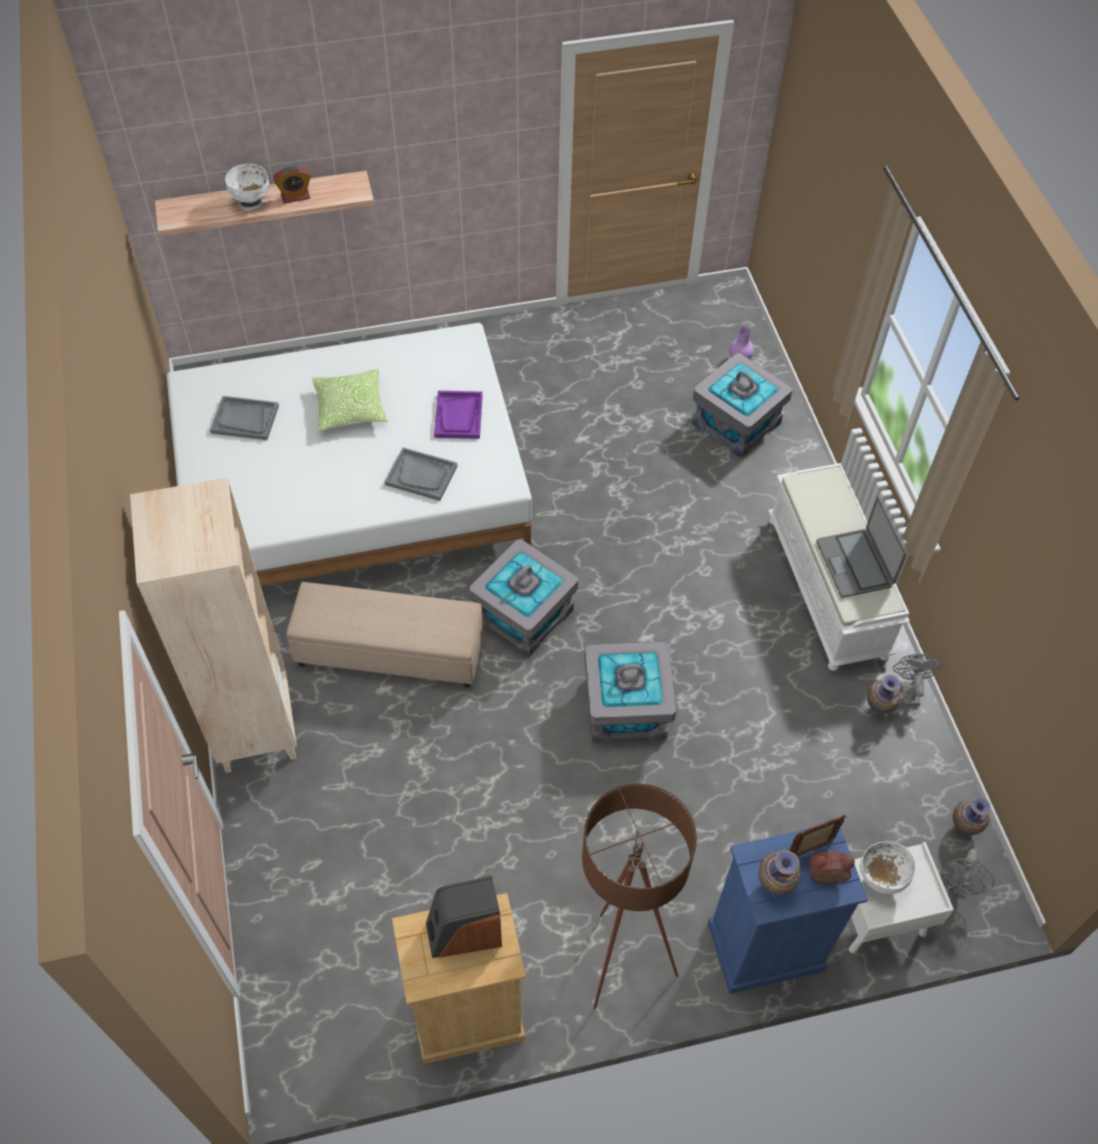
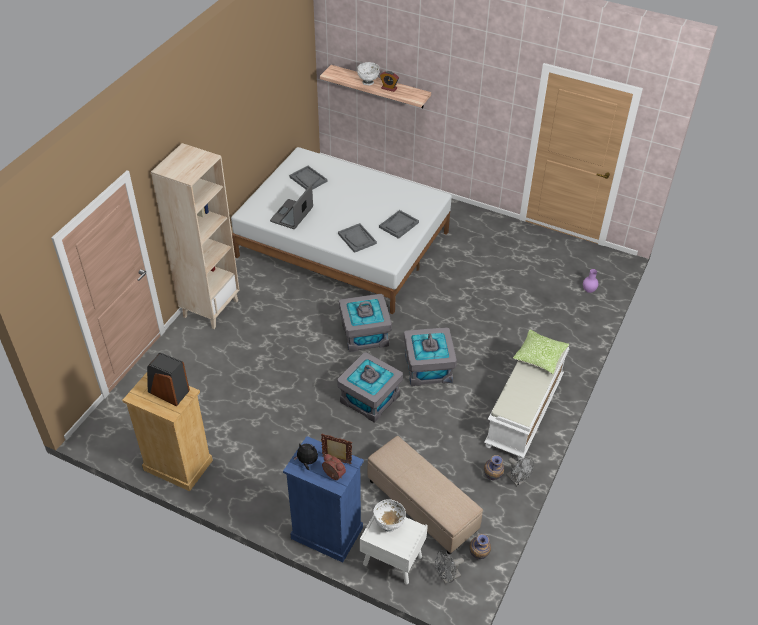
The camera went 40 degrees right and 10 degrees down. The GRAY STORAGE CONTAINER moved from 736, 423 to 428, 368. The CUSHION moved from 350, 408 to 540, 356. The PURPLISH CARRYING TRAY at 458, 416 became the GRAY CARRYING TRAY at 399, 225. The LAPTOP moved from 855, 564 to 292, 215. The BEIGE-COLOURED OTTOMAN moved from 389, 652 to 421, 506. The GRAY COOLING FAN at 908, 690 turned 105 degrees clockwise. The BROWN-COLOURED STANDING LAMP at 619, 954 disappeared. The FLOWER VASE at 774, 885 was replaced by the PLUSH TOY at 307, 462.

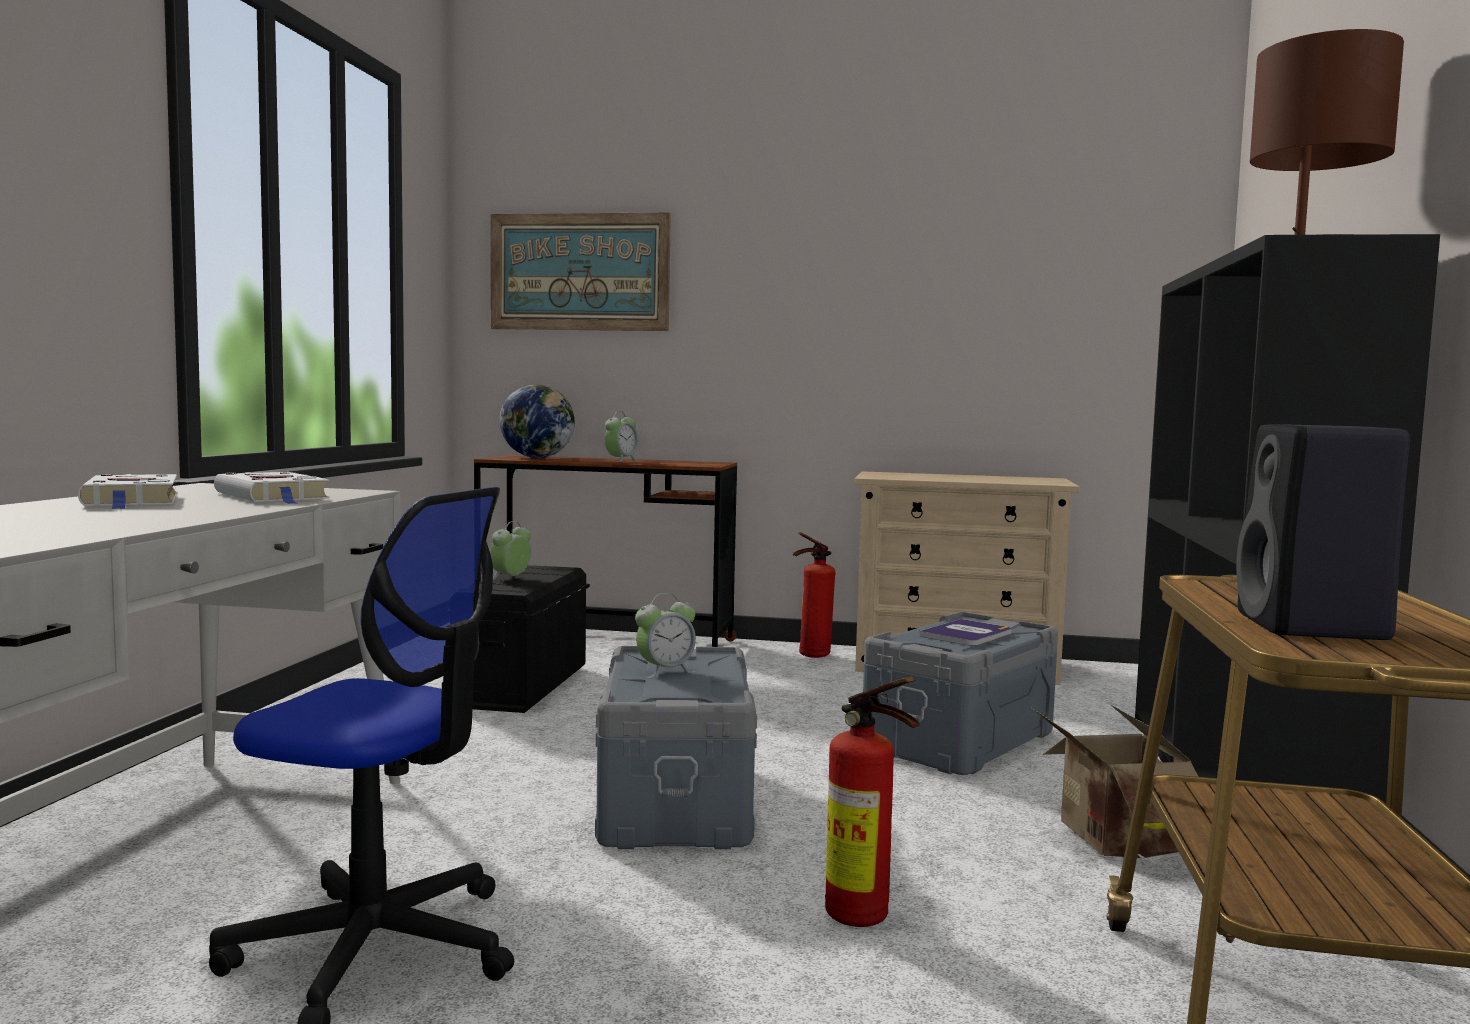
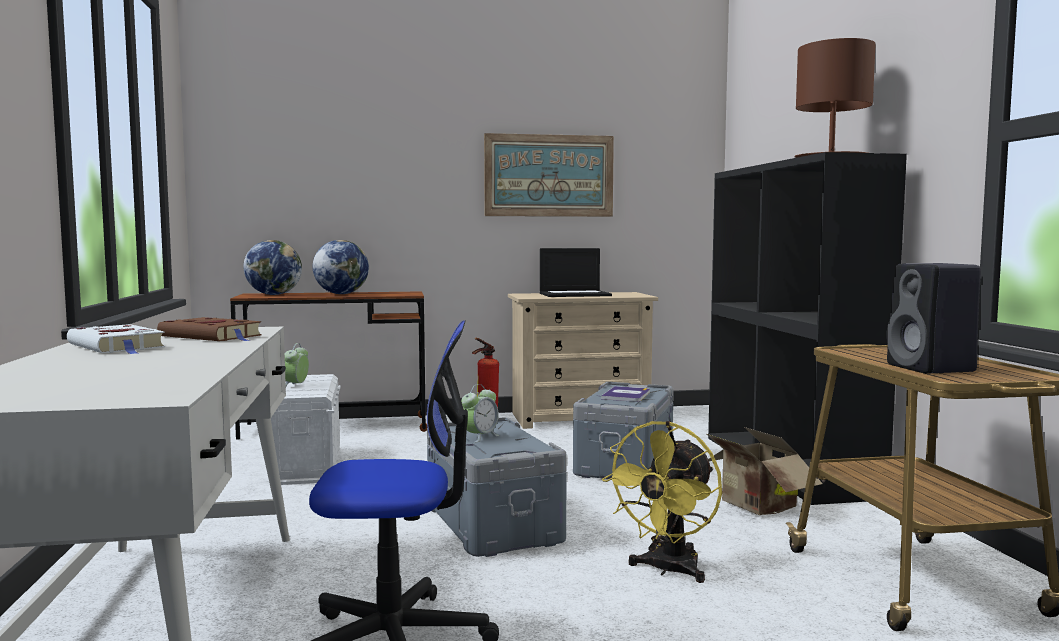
The camera went 20 degrees left and 0 degrees up. The WALL ART moved from 579, 272 to 549, 175. The TABLE CLOCK at 621, 460 was replaced by the WORLD GLOBE at 341, 294. The WHITE BOUND BOOK at 273, 496 became the BROWN-COLOURED BOUND BOOK at 213, 336. The BLACK STORAGE CONTAINER at 521, 687 became the WHITE STORAGE CONTAINER at 306, 465. The FIRE EXTINGUISHER at 865, 919 was replaced by the YELLOWISH COOLING FAN at 667, 570. The LAPTOP at 575, 294 appeared.

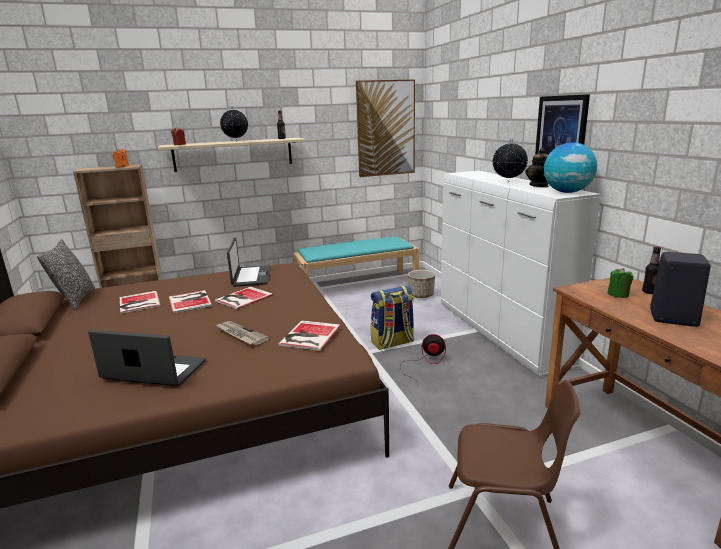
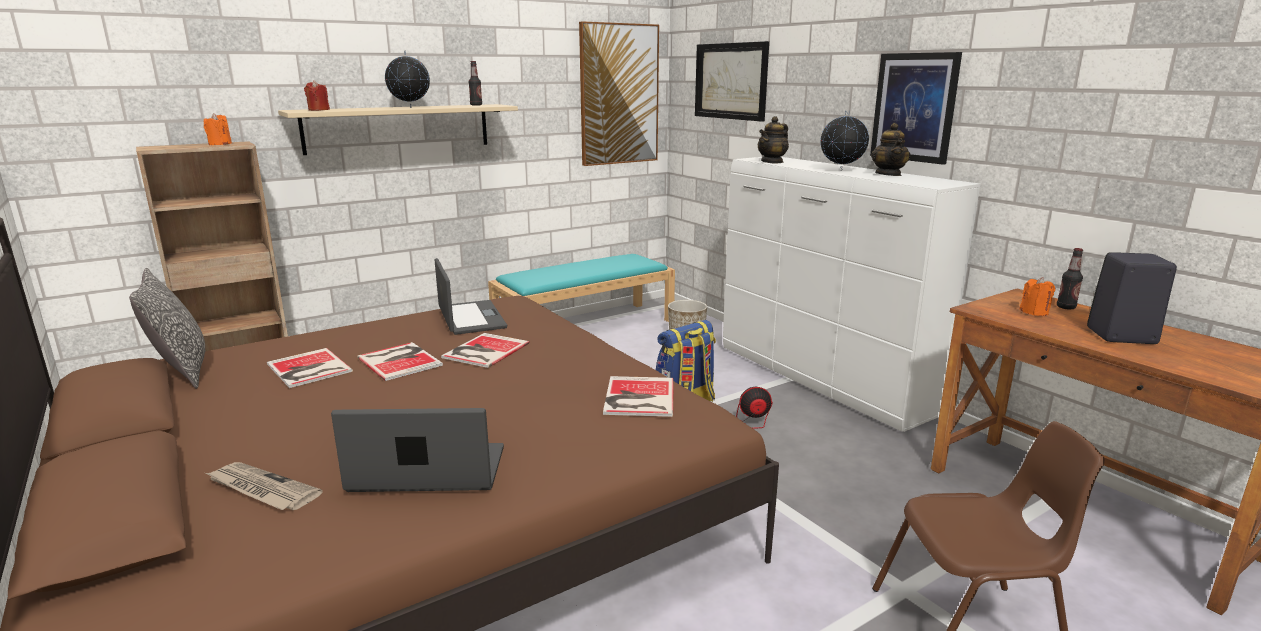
The camera went 15 degrees left and 0 degrees up. The WORLD GLOBE at 567, 192 disappeared. The GREEN-COLOURED WAX LIGHT at 618, 294 became the ORANGE-COLOURED WAX LIGHT at 1034, 312. The NEWSPAPER moved from 240, 335 to 261, 489. The WALL ART at 731, 81 appeared. The TEAPOT at 772, 162 appeared.

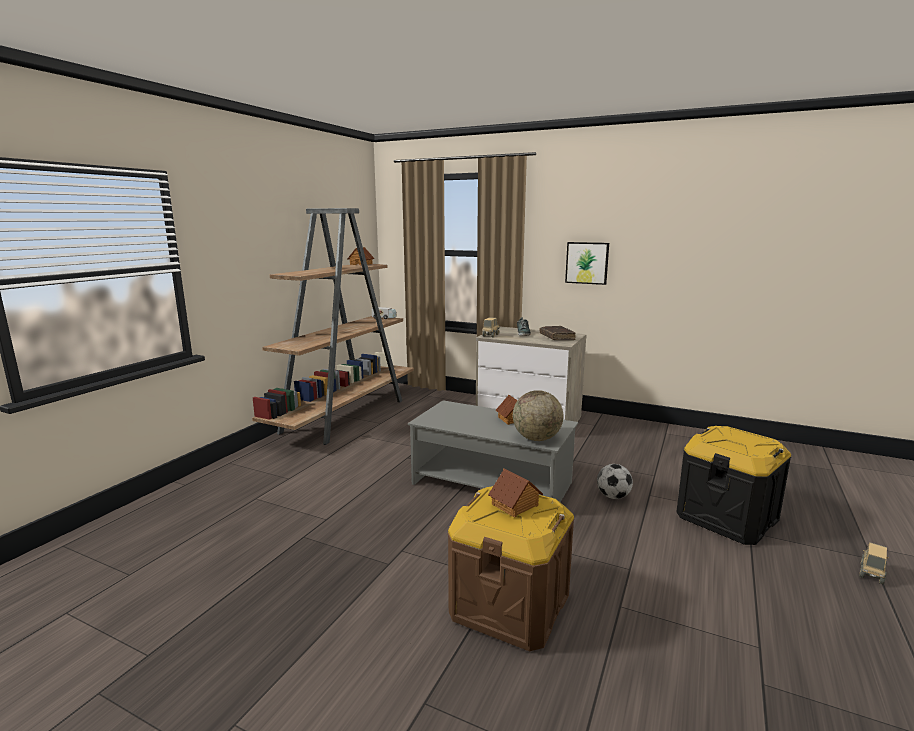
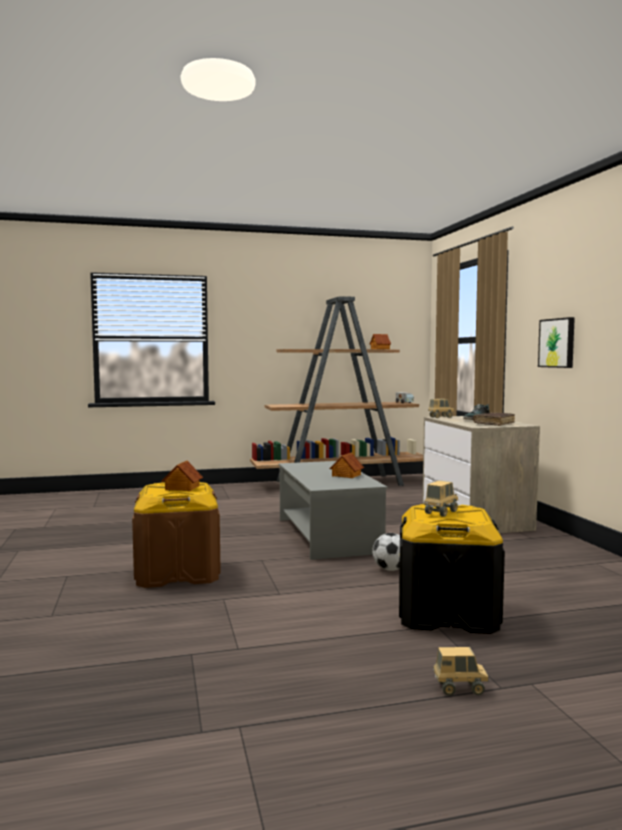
The camera went 50 degrees right and 10 degrees down. The WORLD GLOBE at 536, 438 disappeared. The MODEL TRUCK at 441, 512 appeared.

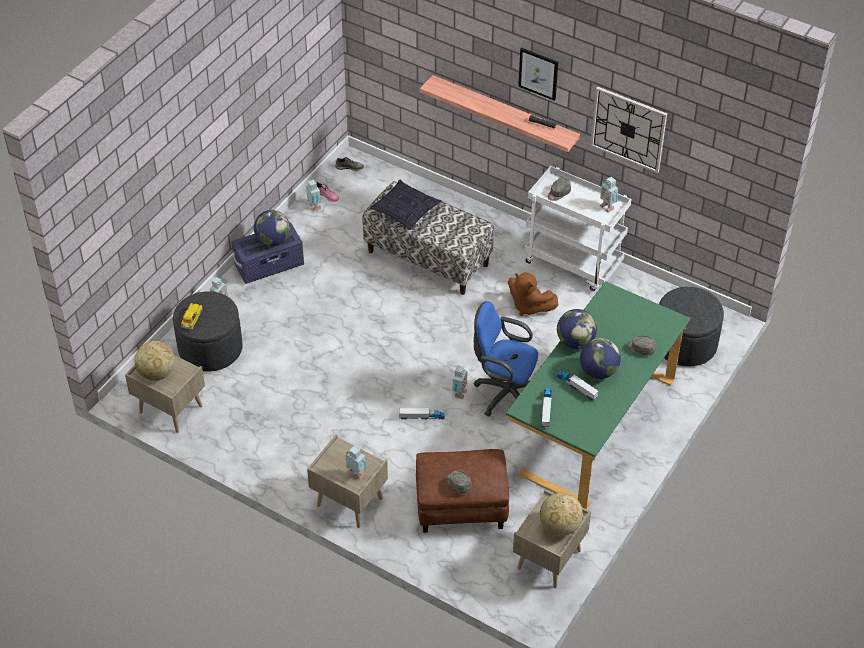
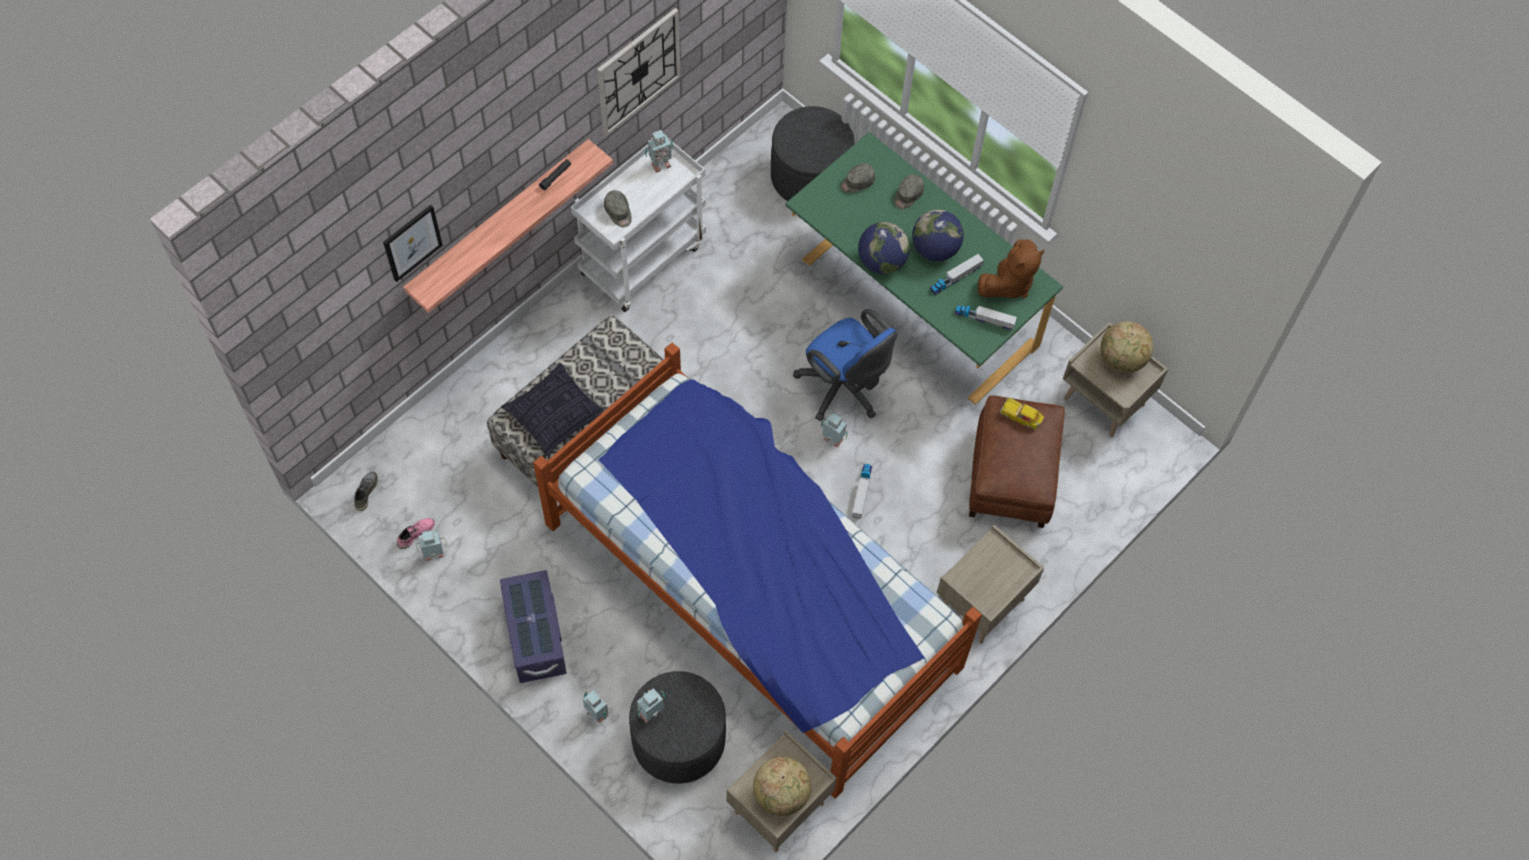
The camera went 80 degrees left and 15 degrees up. The WALL ART moved from 538, 73 to 412, 242. The WORLD GLOBE at 273, 240 disappeared. The BROWN-COLOURED PLUSH TOY moved from 529, 306 to 1009, 283. The BLUISH OFFICE CHAIR at 505, 393 turned 75 degrees counterclockwise. The MINIATURE CAR moved from 191, 319 to 1021, 416. The MODEL ROBOT moved from 356, 474 to 651, 713. The GRAY PEAKED CAP moved from 458, 484 to 857, 182. The BEDROOM BED at 752, 593 appeared.

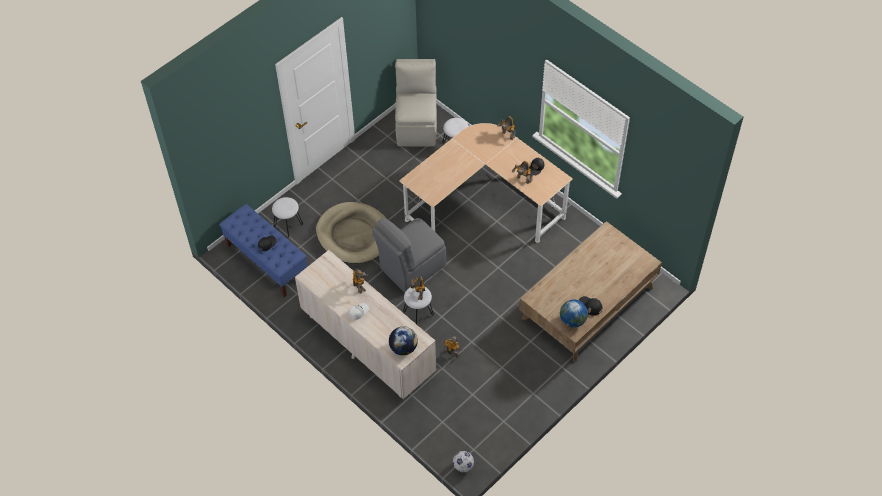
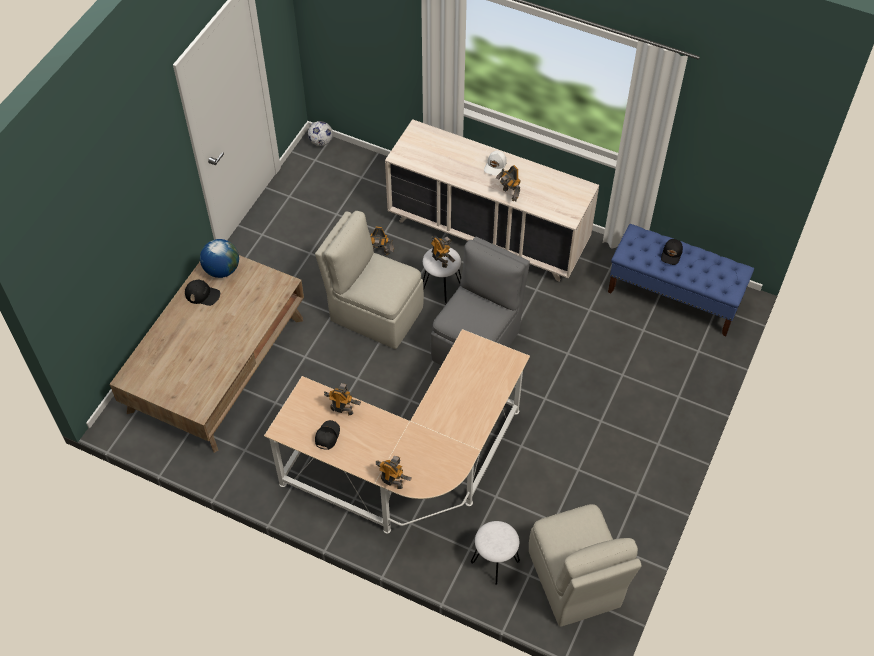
The camera went 160 degrees right and 0 degrees up. The WHITE STOOL at 288, 225 disappeared. The BEIGE-COLOURED PET BED at 354, 235 disappeared. The WORLD GLOBE at 403, 348 disappeared. The BEIGE-COLOURED PLAIN CHAIR at 374, 313 appeared.

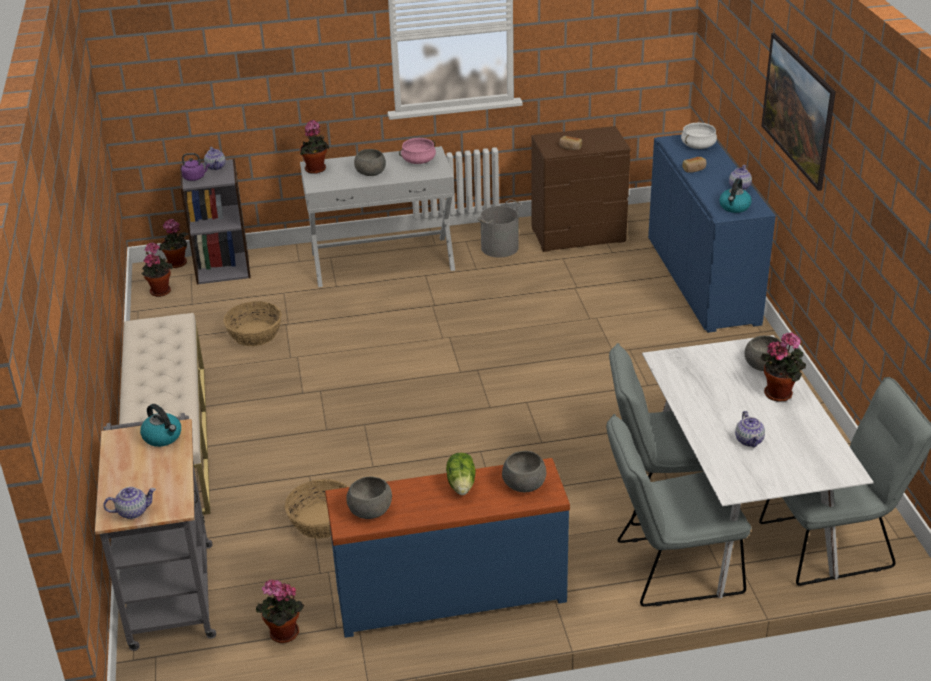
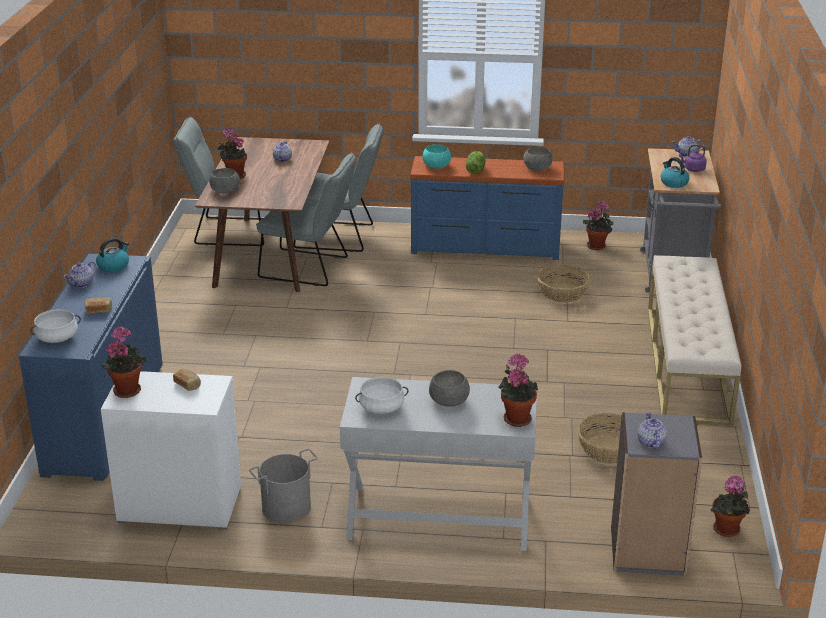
The camera went 165 degrees left and 5 degrees down. The WALL ART at 794, 133 disappeared. The BROWN-COLOURED DRESSER at 578, 235 became the WHITE DRESSER at 179, 505. The PINK-COLOURED SAUCEPOT at 418, 160 became the WHITE SAUCEPOT at 381, 408. The PURPLISH KETTLE moved from 195, 177 to 693, 169. The PLANT IN A POT moved from 177, 264 to 127, 389. The WHITE KITCHEN TABLE at 736, 512 became the BROWN-COLOURED KITCHEN TABLE at 271, 253. The GRAY SERVING BOWL at 523, 484 became the BLUE-GREEN SERVING BOWL at 436, 166.

